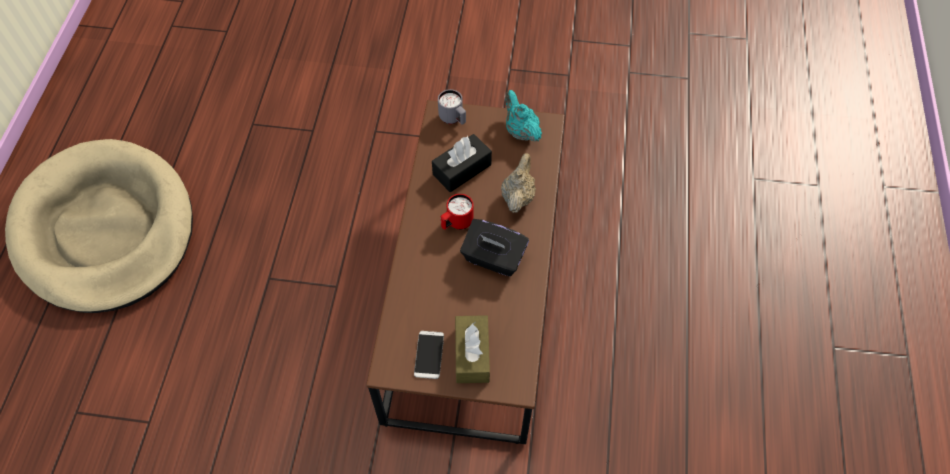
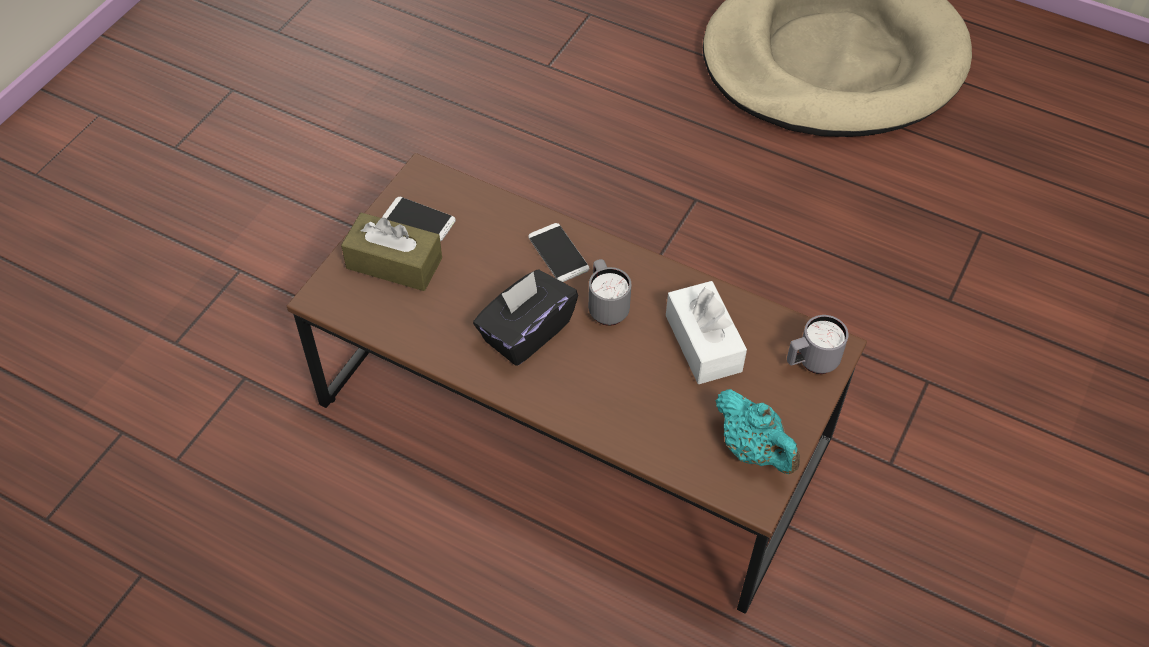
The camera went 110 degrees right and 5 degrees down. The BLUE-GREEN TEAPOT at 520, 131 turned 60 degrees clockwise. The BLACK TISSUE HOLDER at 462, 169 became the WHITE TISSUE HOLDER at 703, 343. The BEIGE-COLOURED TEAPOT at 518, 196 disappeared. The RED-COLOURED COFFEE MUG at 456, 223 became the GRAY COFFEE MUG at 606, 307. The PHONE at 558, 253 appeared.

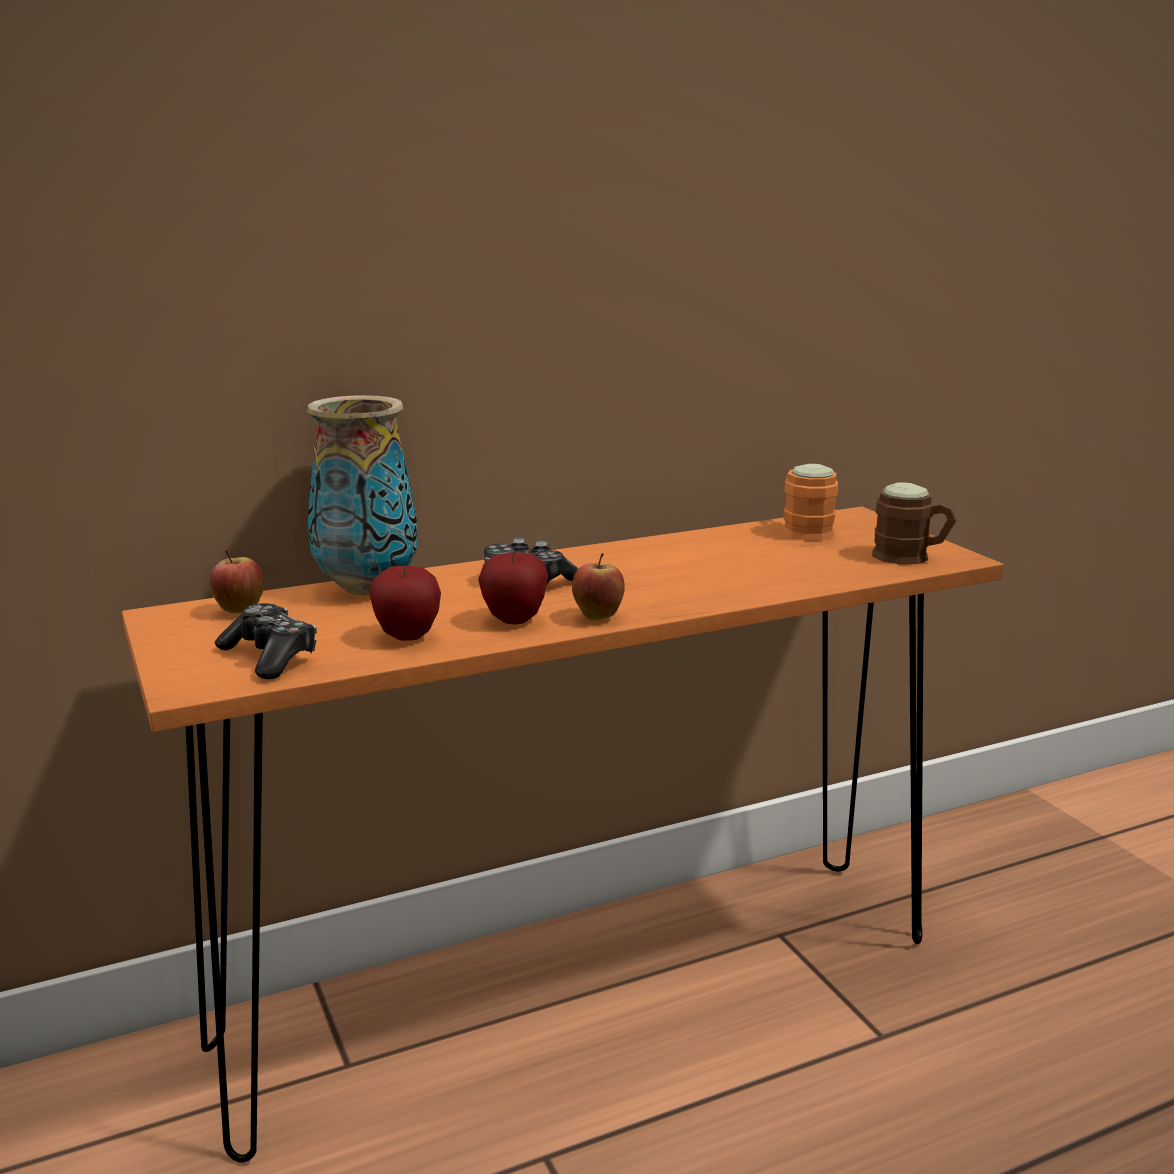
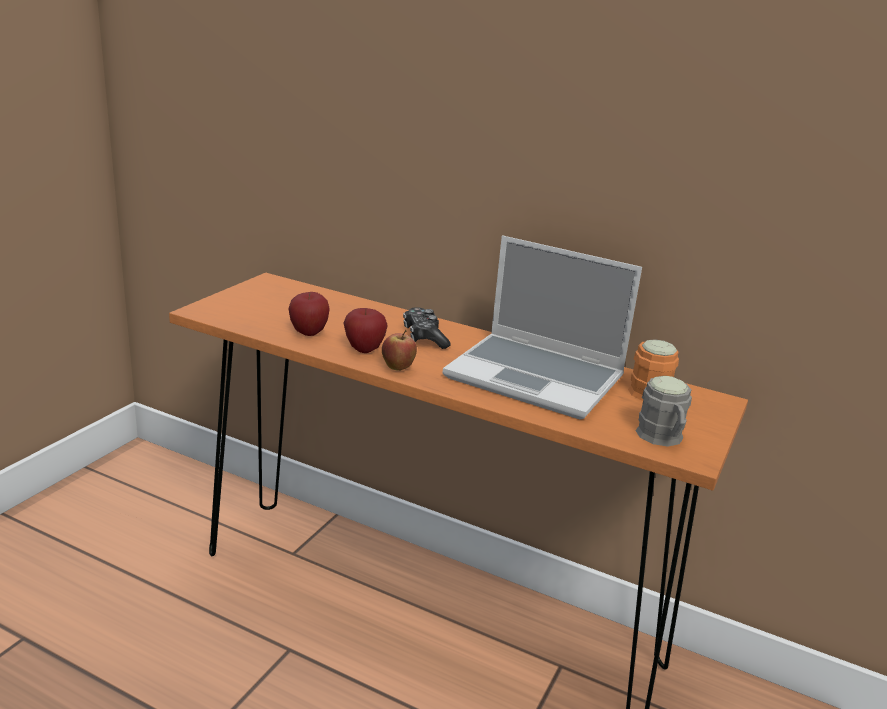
The camera went 50 degrees right and 5 degrees up. The FLOWER VASE at 367, 588 disappeared. The BROWN-COLOURED COFFEE MUG at 911, 557 became the GRAY COFFEE MUG at 662, 439. The APPLE FRUIT at 240, 611 disappeared. The GAME CONTROLLER at 270, 657 disappeared. The LAPTOP at 537, 377 appeared.

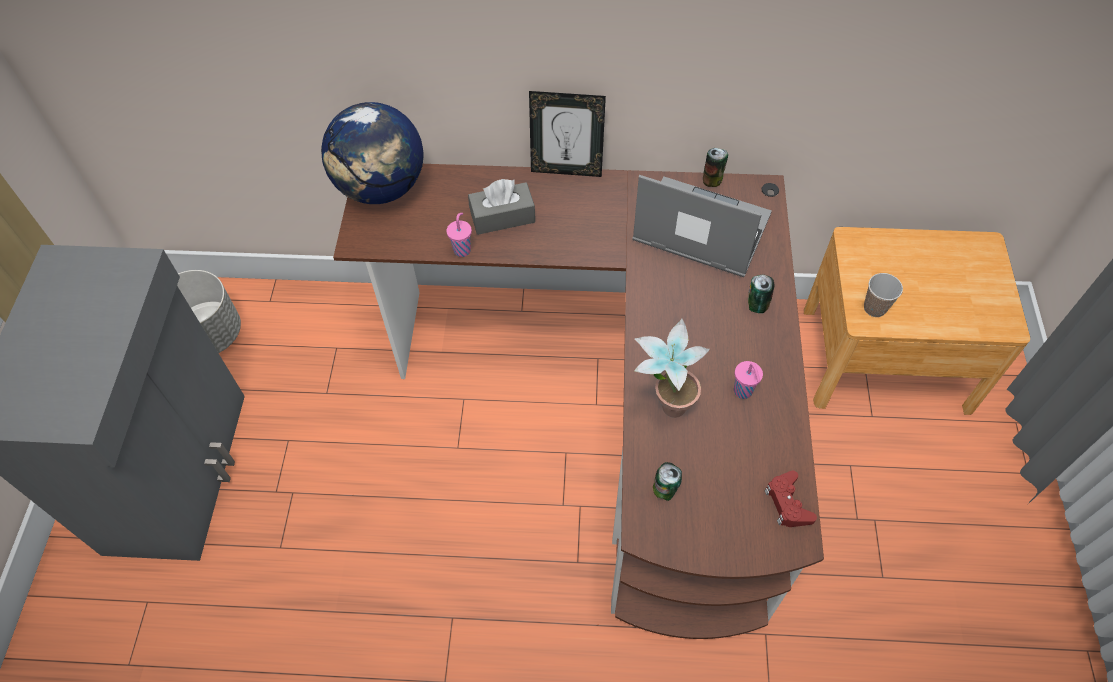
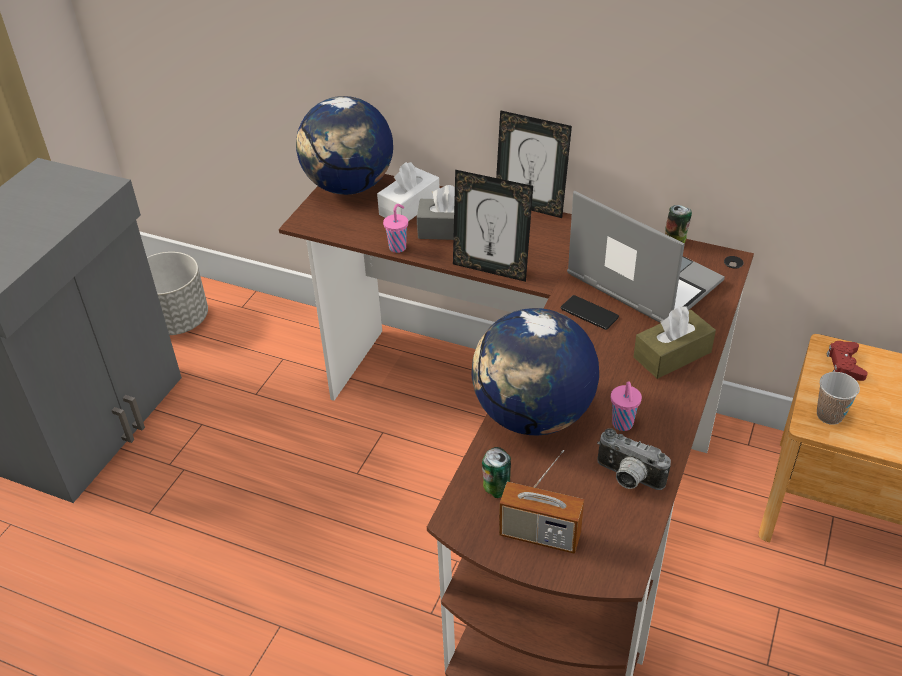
The camera went 20 degrees right and 15 degrees down. The CAN at 756, 305 was replaced by the BROWN-COLOURED TISSUE HOLDER at 672, 355. The PLANT IN A POT at 664, 405 was replaced by the WORLD GLOBE at 532, 415. The RED-COLOURED GAME CONTROLLER moved from 788, 503 to 844, 365. The WHITE TISSUE HOLDER at 409, 206 appeared. The PHOTO FRAME at 491, 269 appeared. The PHONE at 589, 313 appeared. The PHOTO CAMERA at 627, 478 appeared. The RADIO SET at 539, 535 appeared.

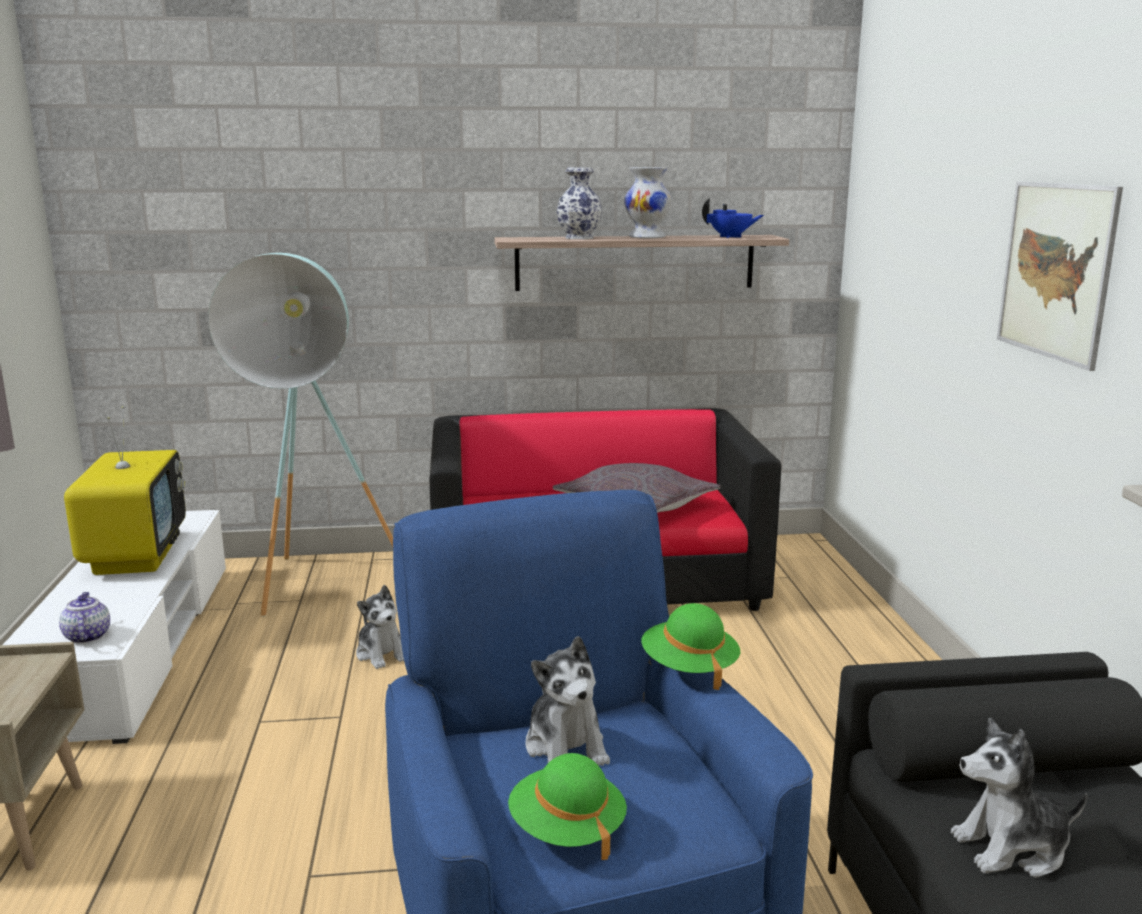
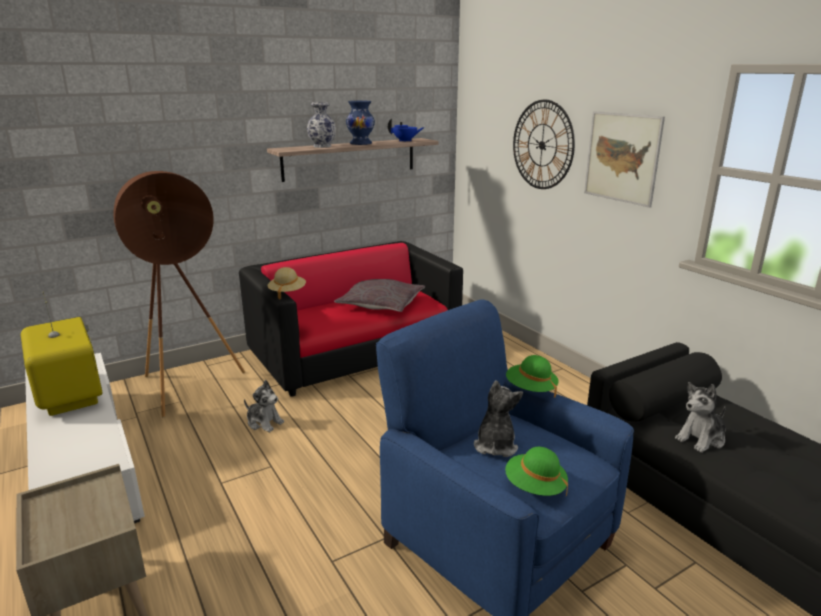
The camera went 25 degrees left and 5 degrees up. The WHITE FLOWER VASE at 647, 237 became the BLUISH FLOWER VASE at 361, 144. The BLUE-GREEN STANDING LAMP at 315, 596 became the BROWN-COLOURED STANDING LAMP at 188, 396. The TEAPOT at 86, 636 disappeared. The PLUSH TOY at 566, 747 turned 120 degrees counterclockwise. The HANGING CLOCK at 542, 145 appeared. The BEIGE-COLOURED WEARABLE HAT at 287, 292 appeared.

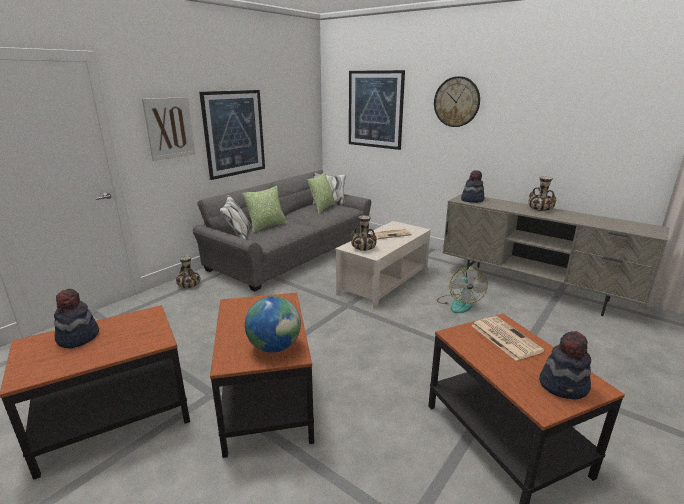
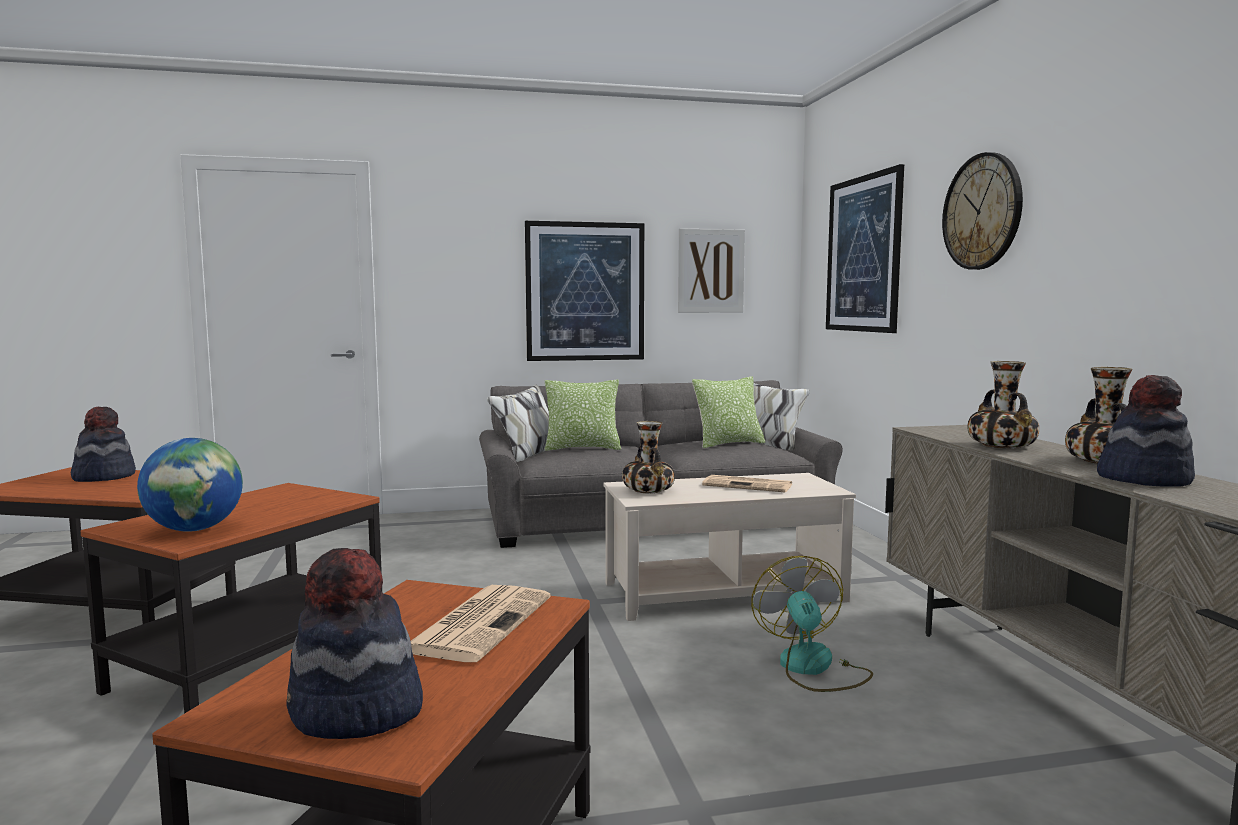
The camera went 40 degrees right and 15 degrees down. The WALL ART moved from 169, 128 to 710, 271. The WEARABLE HAT moved from 472, 200 to 1144, 479. The FLOWER VASE moved from 189, 285 to 1001, 445. The COOLING FAN at 459, 303 turned 135 degrees clockwise.

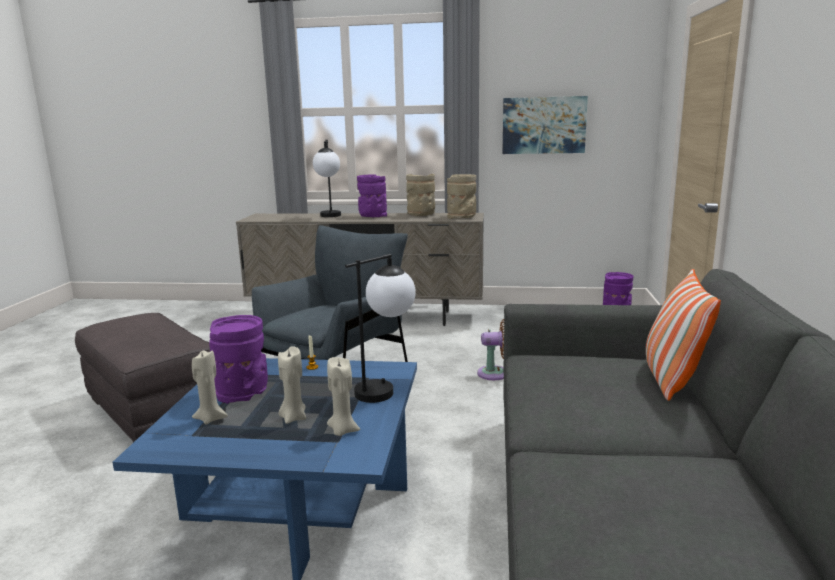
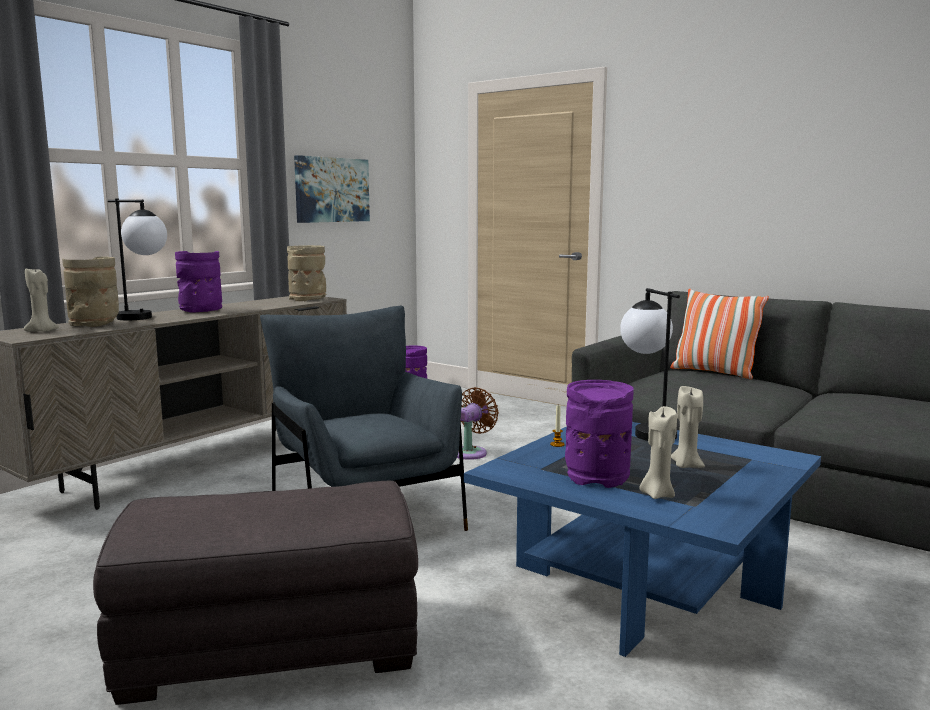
The camera went 60 degrees left and 5 degrees down. The BEIGE-COLOURED FLOWER VASE moved from 420, 215 to 94, 325. The BEIGE-COLOURED WAX LIGHT moved from 342, 431 to 42, 331.

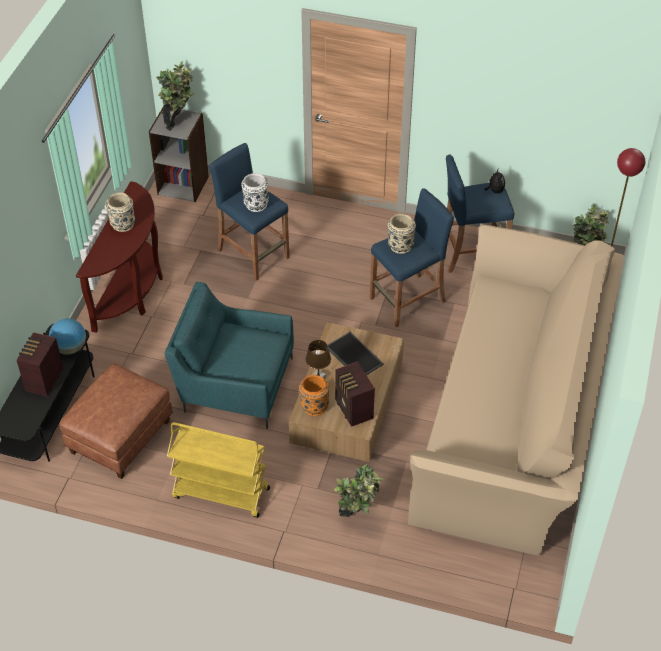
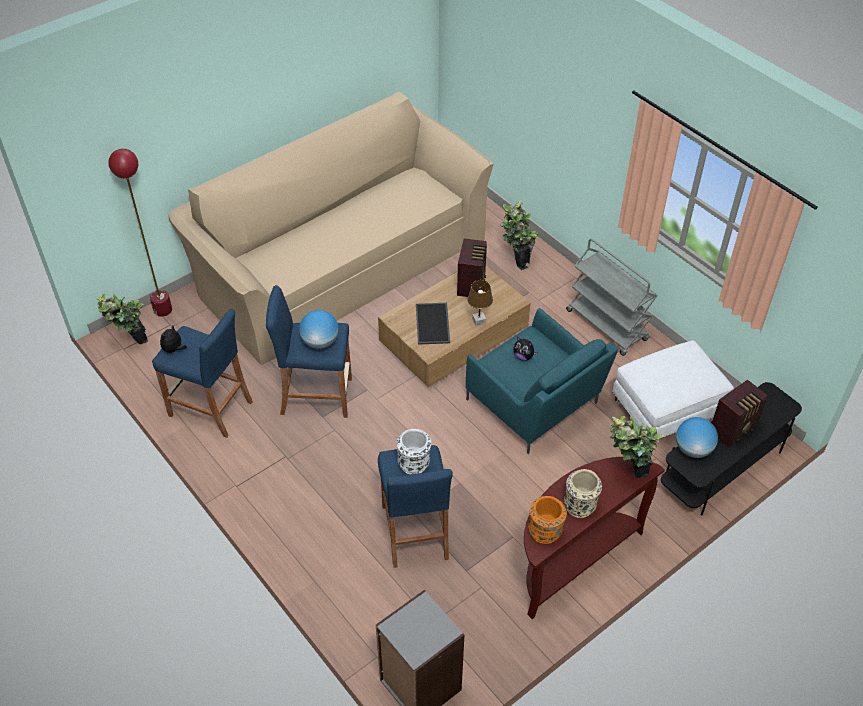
The camera went 145 degrees left and 0 degrees up. The PLANT IN A POT moved from 178, 122 to 626, 475. The BEIGE-COLOURED FLOWER VASE at 400, 246 was replaced by the WORLD GLOBE at 320, 342. The BROWN-COLOURED OTTOMAN at 120, 438 became the WHITE OTTOMAN at 667, 409. The ORANGE-COLOURED FLOWER VASE moved from 314, 406 to 545, 532. The YELLOWISH CART at 220, 493 became the GRAY CART at 607, 325. The PLUSH TOY at 523, 356 appeared.

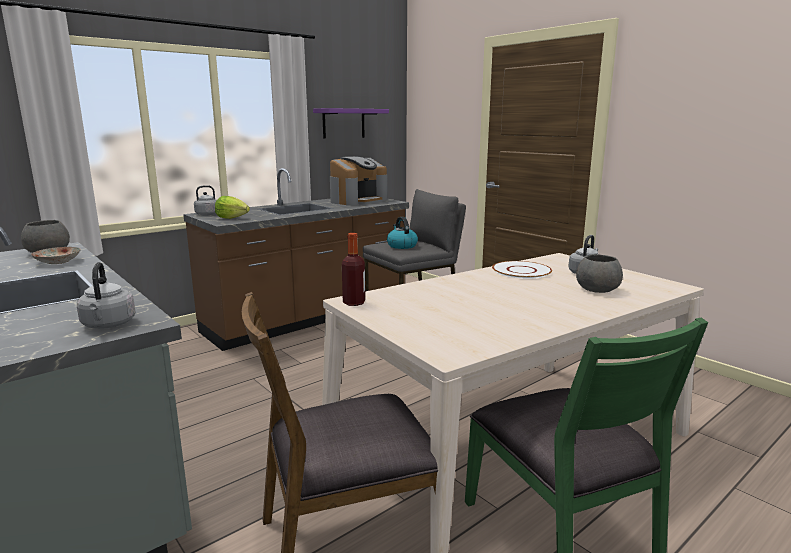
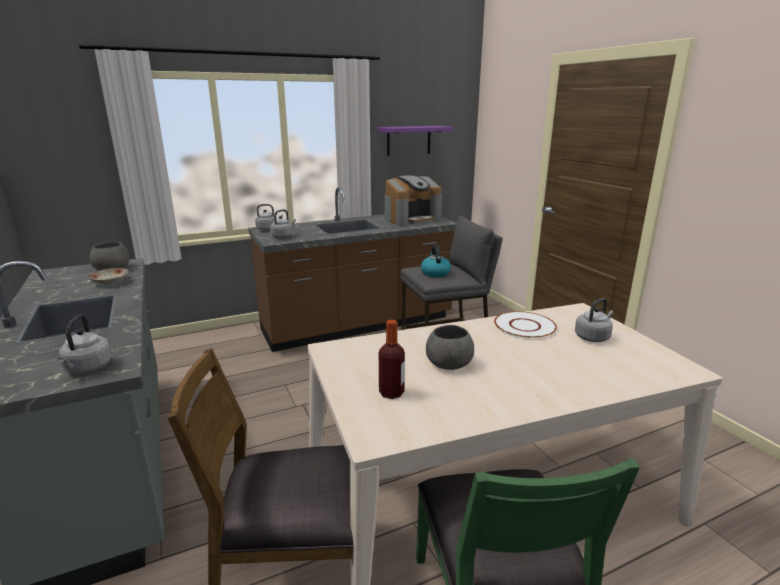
The camera went 15 degrees right and 5 degrees up. The LETTUCE at 232, 218 was replaced by the GRAY KETTLE at 283, 236. The DRINK BOTTLE moved from 354, 303 to 391, 393. The GRAY SERVING BOWL moved from 597, 289 to 448, 364.

